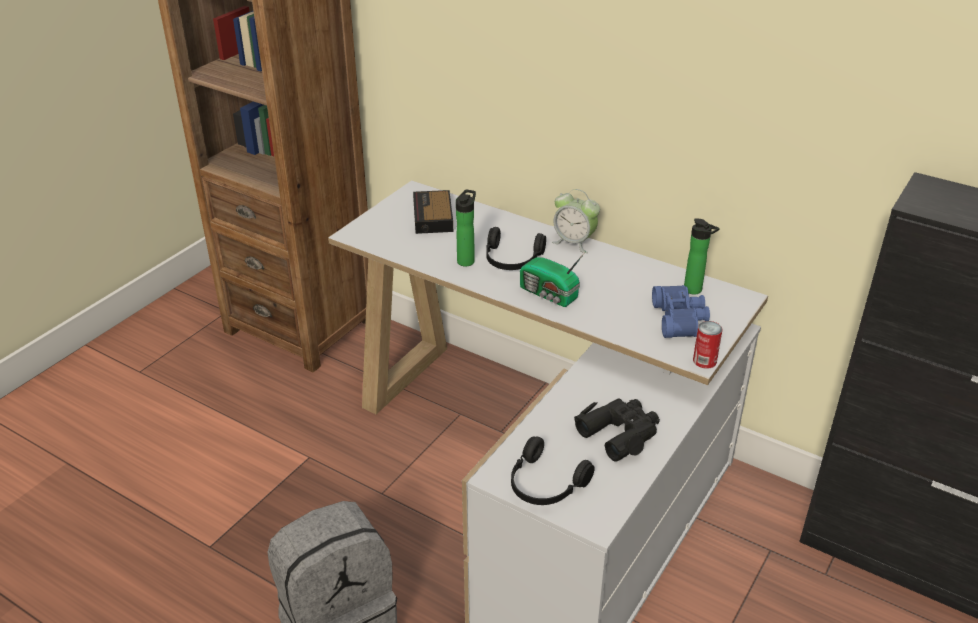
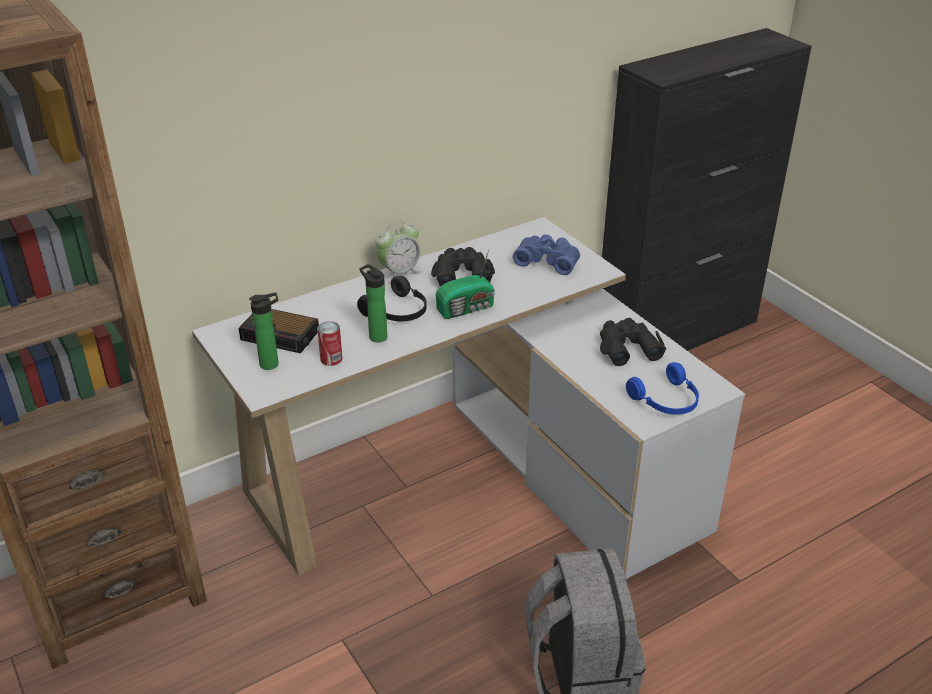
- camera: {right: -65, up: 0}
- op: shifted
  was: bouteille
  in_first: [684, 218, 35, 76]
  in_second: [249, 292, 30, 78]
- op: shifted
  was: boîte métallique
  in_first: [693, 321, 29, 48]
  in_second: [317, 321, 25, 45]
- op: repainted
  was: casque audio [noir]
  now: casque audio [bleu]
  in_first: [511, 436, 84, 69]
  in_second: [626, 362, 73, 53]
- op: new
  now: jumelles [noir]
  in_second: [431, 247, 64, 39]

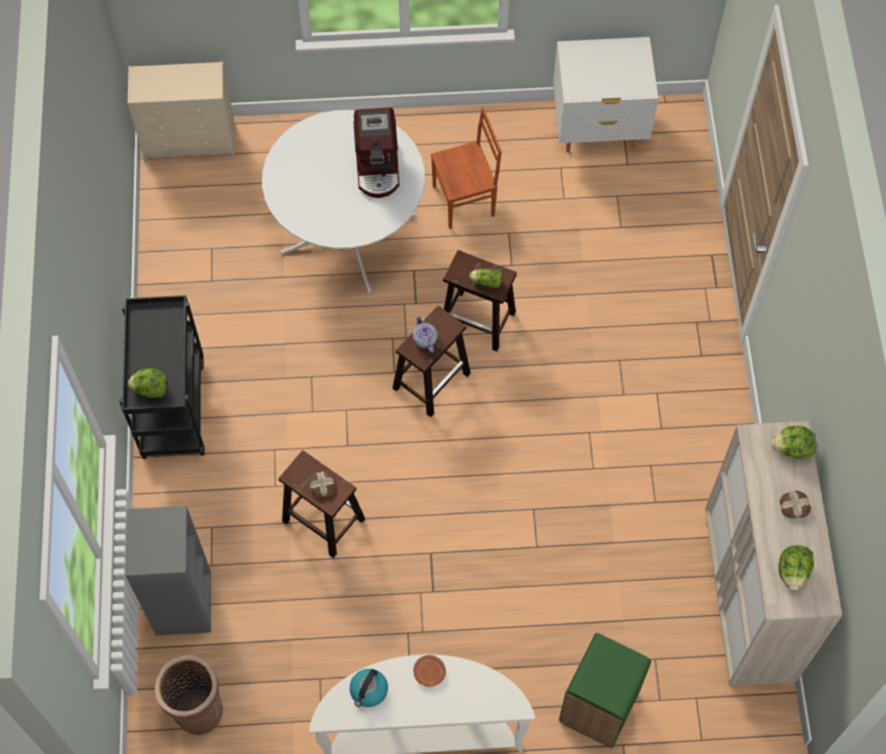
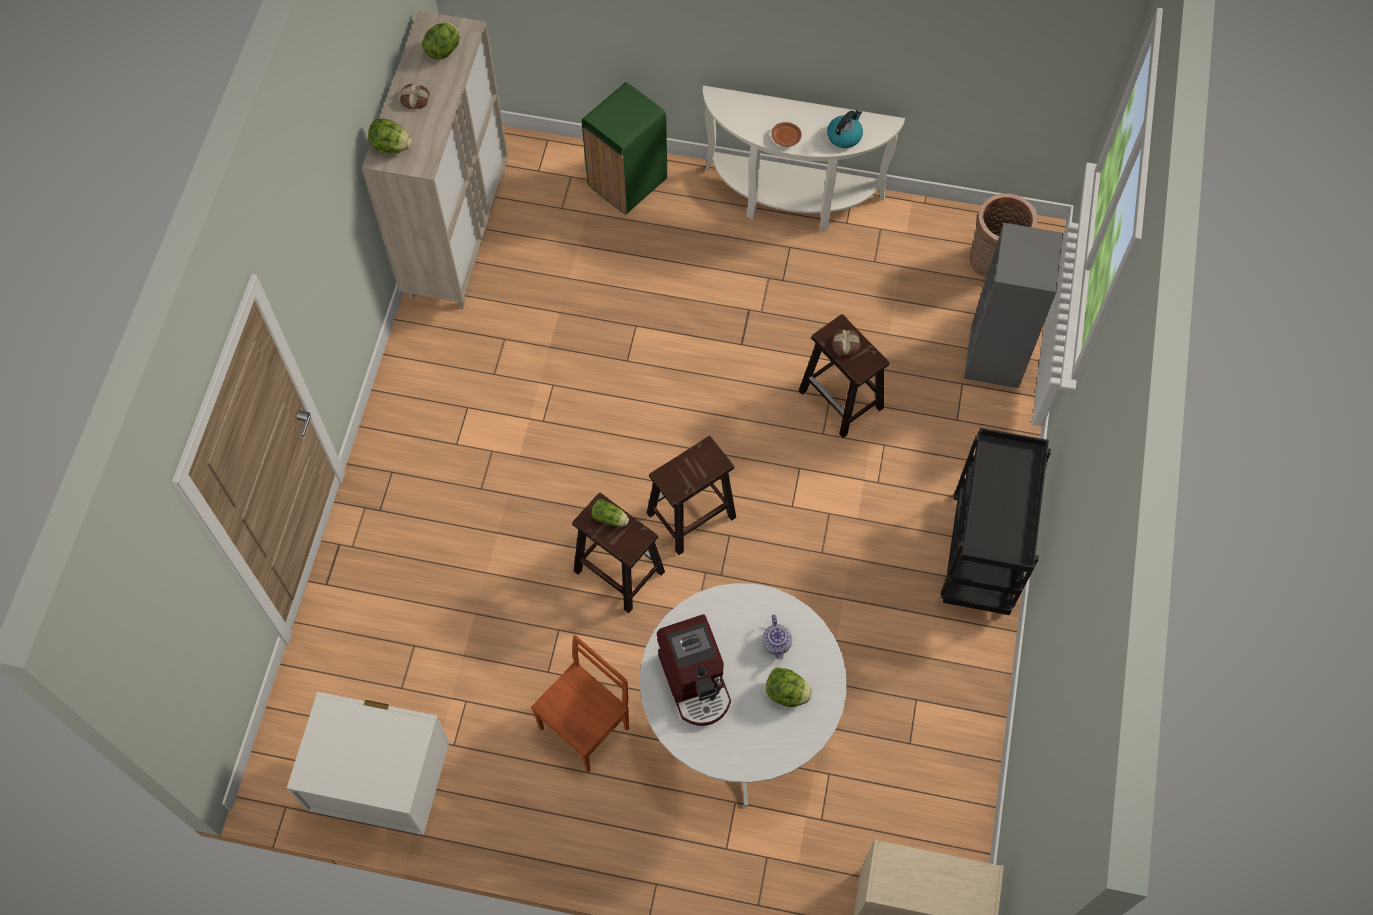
- camera: {right: -165, up: 0}
- op: rotated
  was: machine à café
  in_first: [353, 108, 47, 90]
  in_second: [657, 614, 74, 112]
  clockwise: 150
- op: rotated
  was: chaise [marron]
  in_first: [431, 108, 71, 121]
  in_second: [531, 635, 98, 137]
  clockwise: 135
- op: shifted
  was: théière
  in_first: [413, 315, 25, 38]
  in_second: [762, 615, 30, 45]
- op: shifted
  was: laitue
  in_first: [128, 368, 40, 30]
  in_second: [766, 668, 46, 39]

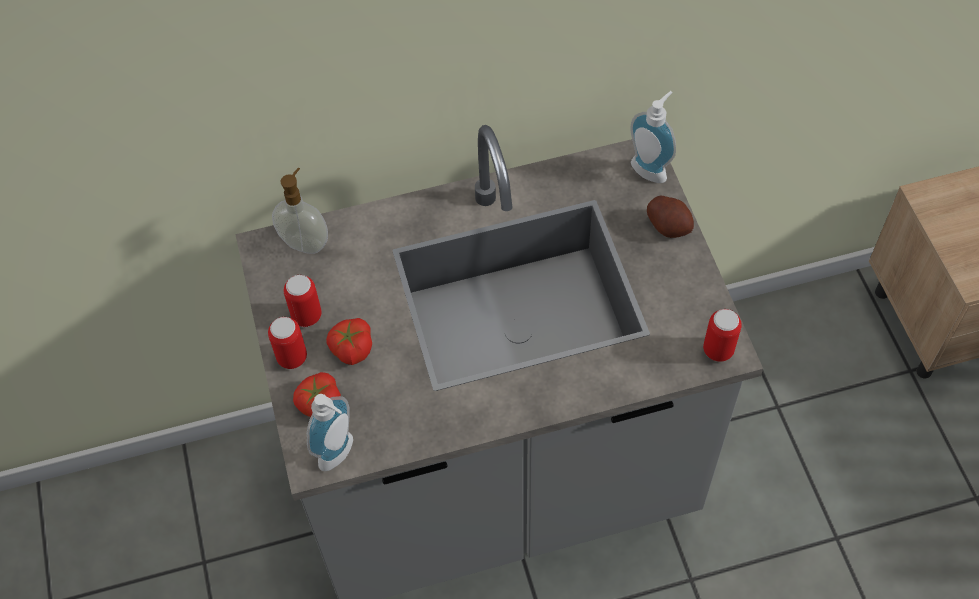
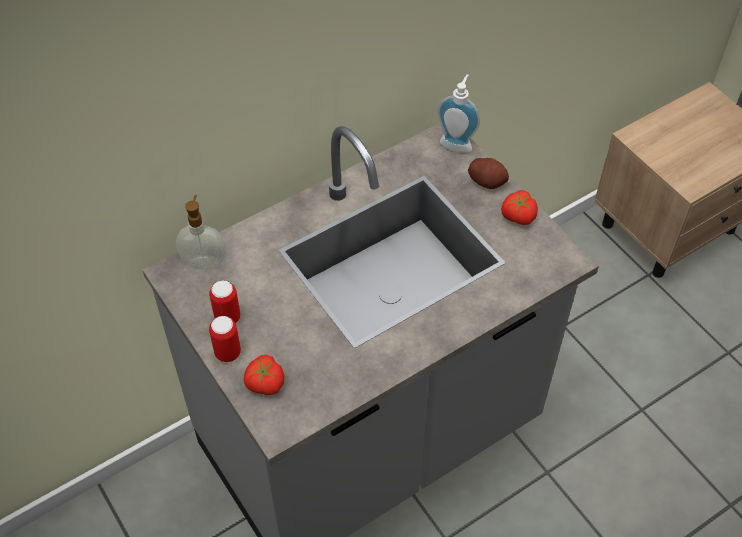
- camera: {right: -20, up: -5}
- op: gone
  was: boîte métallique
  in_first: [703, 309, 39, 53]
- op: shifted
  was: tomate
  in_first: [326, 318, 46, 47]
  in_second: [501, 190, 37, 35]
- op: gone
  was: distributeur de savon
  in_first: [307, 394, 46, 77]

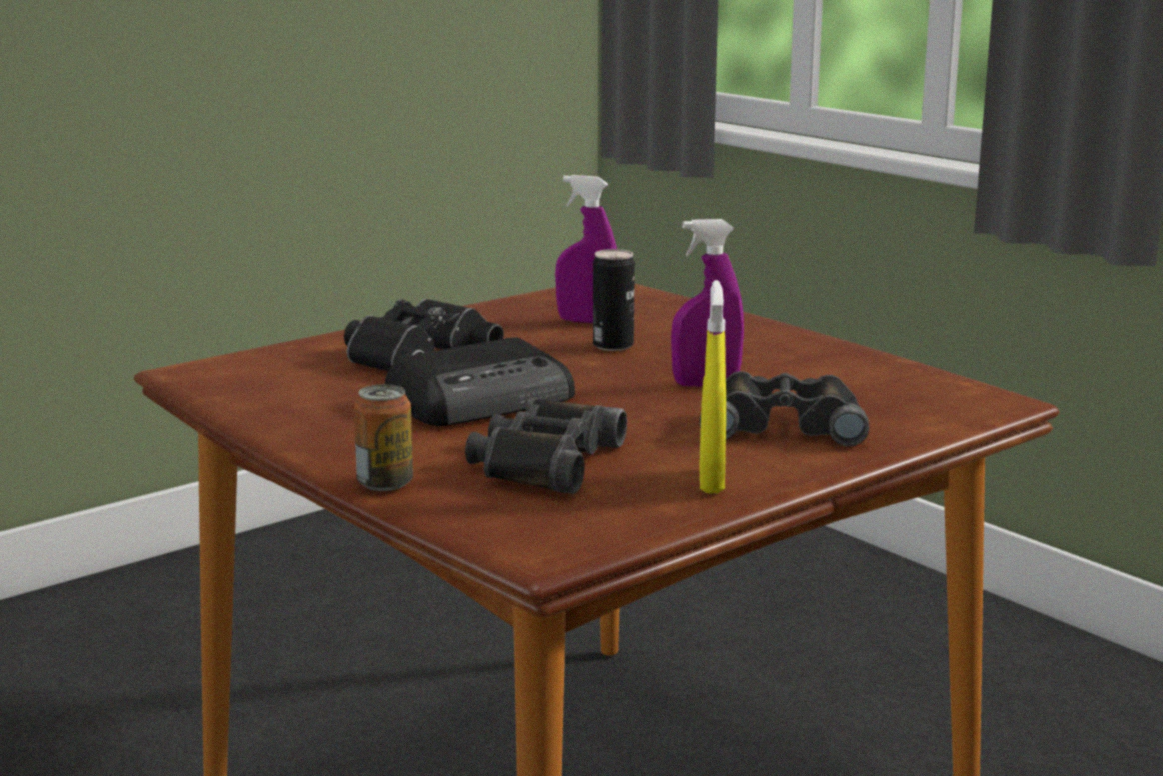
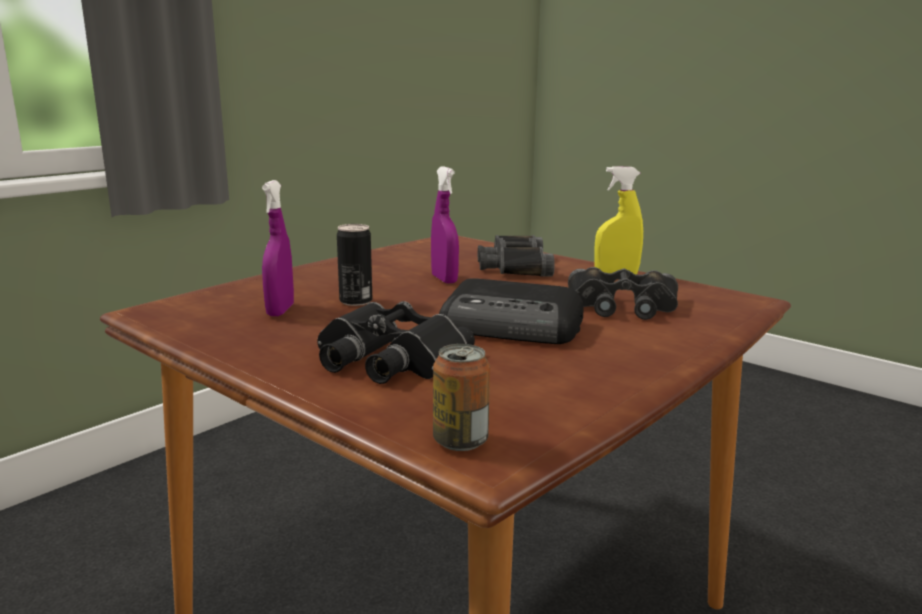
- camera: {right: -100, up: 0}
- op: rotated
  was: radio
  in_first: [385, 337, 190, 89]
  in_second: [439, 278, 144, 66]
  clockwise: 150
- op: shifted
  was: boîte métallique
  in_first: [354, 384, 59, 107]
  in_second: [433, 344, 57, 107]

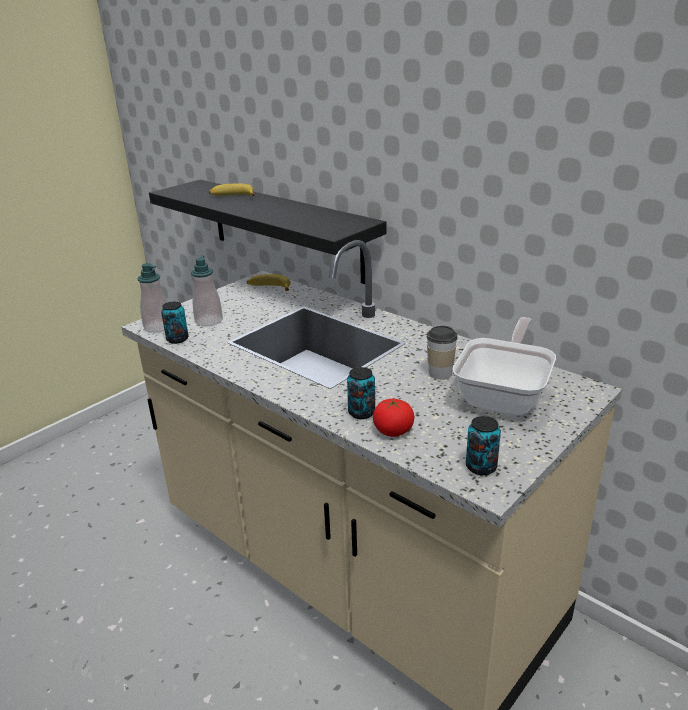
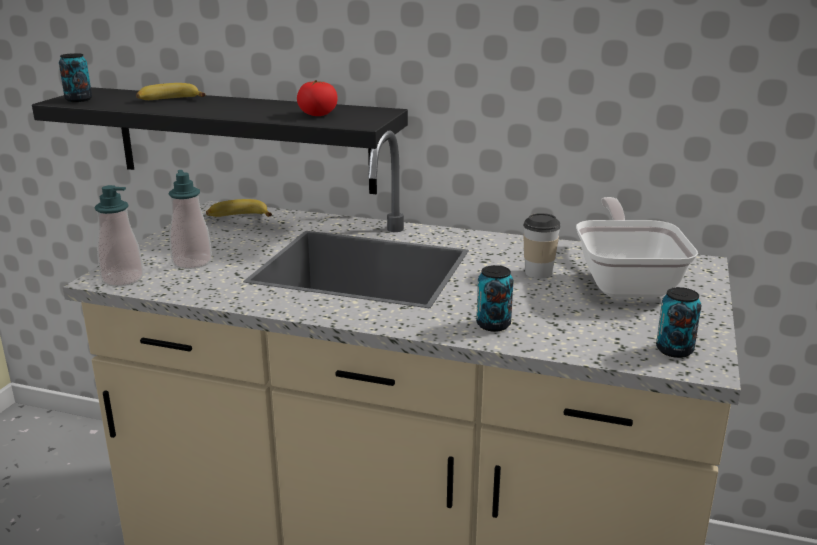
- camera: {right: -25, up: -5}
- op: shifted
  was: boîte métallique
  in_first: [161, 301, 28, 43]
  in_second: [59, 53, 33, 49]
- op: shifted
  was: tomate
  in_first: [373, 398, 41, 39]
  in_second: [297, 80, 41, 36]

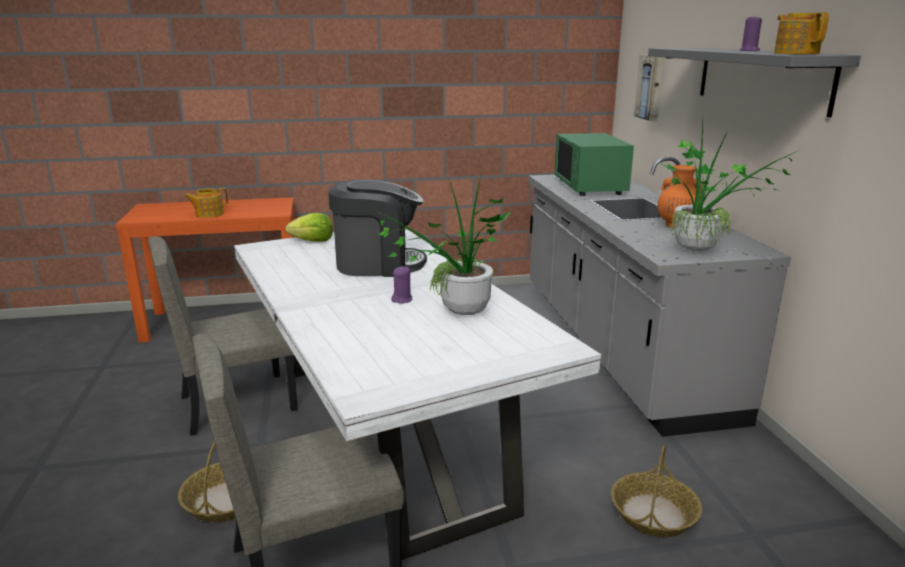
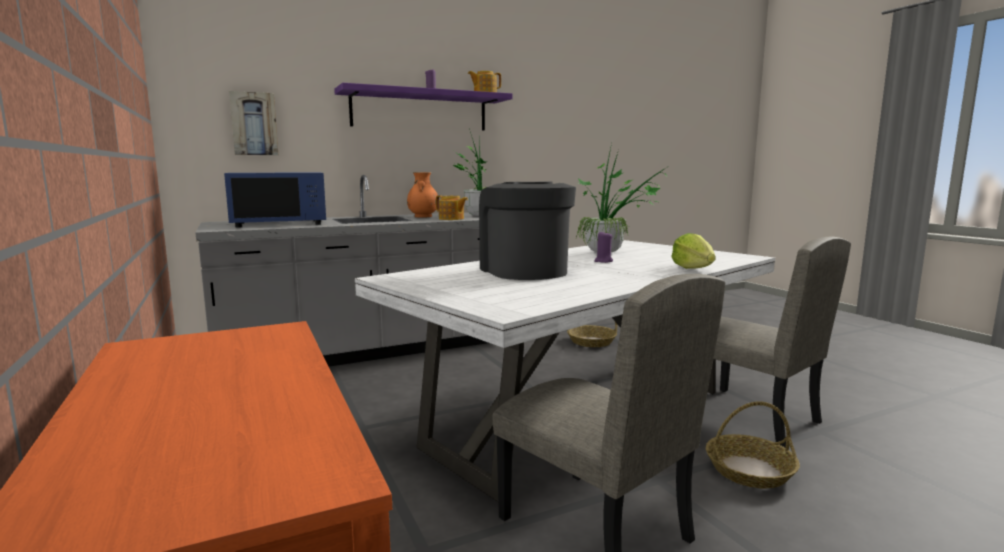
- camera: {right: -105, up: -10}
- op: repainted
  was: étagère [gris]
  now: étagère [violet]
  in_first: [648, 48, 213, 69]
  in_second: [334, 83, 179, 48]
- op: repainted
  was: micro-ondes [vert]
  now: micro-ondes [bleu]
  in_first: [554, 133, 80, 63]
  in_second: [224, 173, 102, 55]
- op: shifted
  was: théière
  in_first: [184, 188, 45, 30]
  in_second: [436, 195, 32, 25]
- op: shifted
  was: laitue
  in_first: [286, 213, 47, 29]
  in_second: [671, 233, 45, 36]

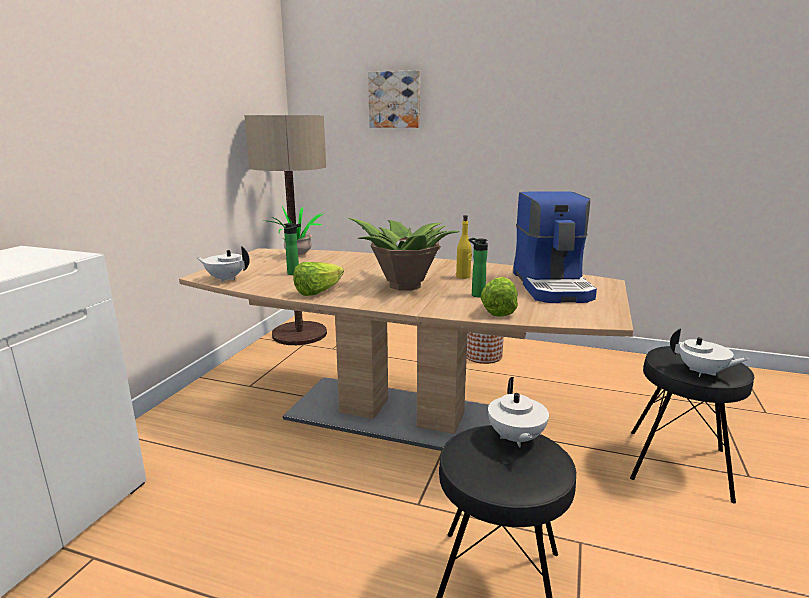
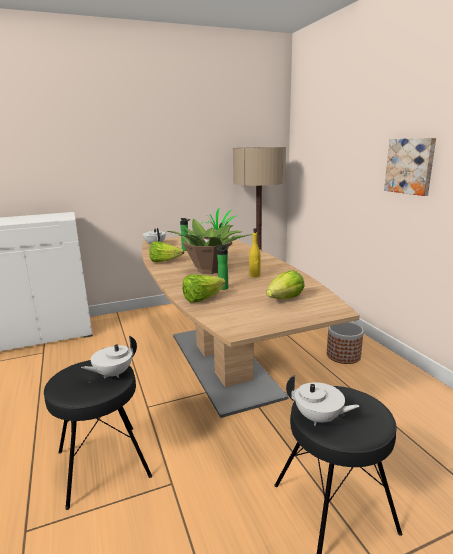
- camera: {right: 50, up: 0}
- op: shifted
  was: tableau
  in_first: [368, 70, 52, 58]
  in_second: [384, 138, 52, 58]
- op: swapped
  was: machine à café
  now: laitue
  in_first: [513, 191, 84, 112]
  in_second: [266, 270, 39, 29]
- op: rotated
  was: théière [blanc]
  in_first: [670, 329, 79, 48]
  in_second: [286, 375, 74, 51]
  clockwise: -60

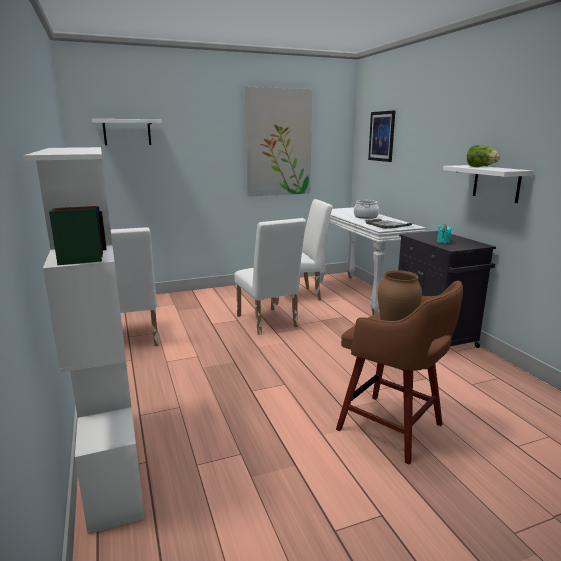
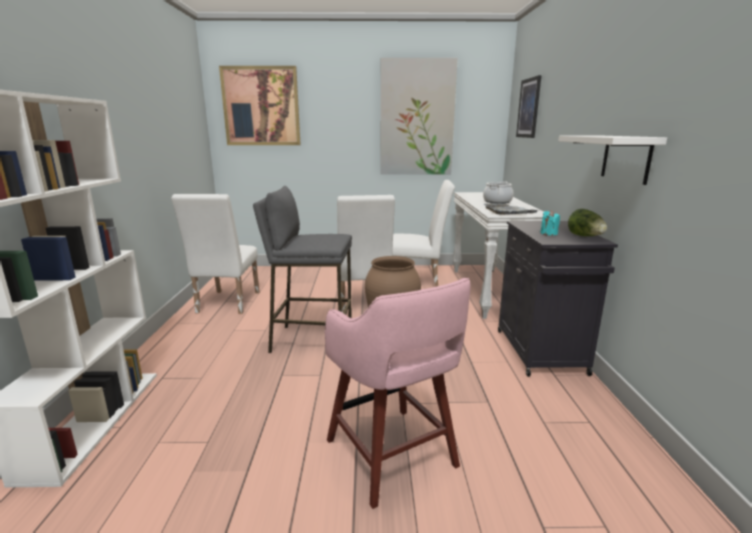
- camera: {right: 20, up: 0}
- op: swapped
  was: étagère [blanc]
  now: tableau
  in_first: [92, 119, 70, 26]
  in_second: [219, 66, 82, 79]
- op: shifted
  was: laitue
  in_first: [467, 145, 33, 22]
  in_second: [568, 209, 39, 27]
- op: repainted
  was: tabouret [marron]
  now: tabouret [rose]
  in_first: [336, 281, 127, 183]
  in_second: [325, 278, 146, 231]
- op: new
  now: tabouret [gris]
  in_second: [253, 186, 99, 167]

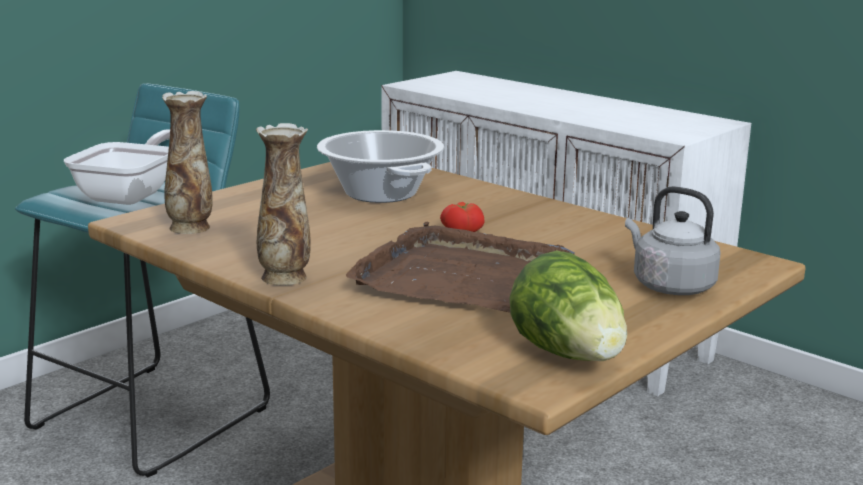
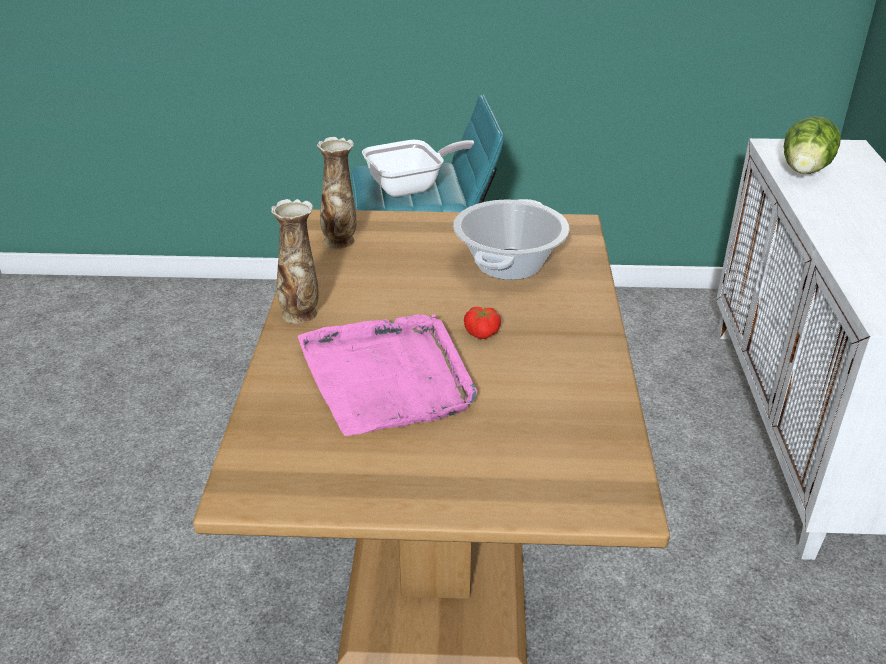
- camera: {right: 50, up: 15}
- op: gone
  was: bouilloire [gris]
  in_first: [625, 186, 95, 109]
- op: repainted
  was: plateau [marron]
  now: plateau [rose]
  in_first: [346, 221, 229, 91]
  in_second: [298, 314, 179, 122]
- op: shifted
  was: laitue
  in_first: [509, 251, 118, 110]
  in_second: [784, 116, 57, 58]

